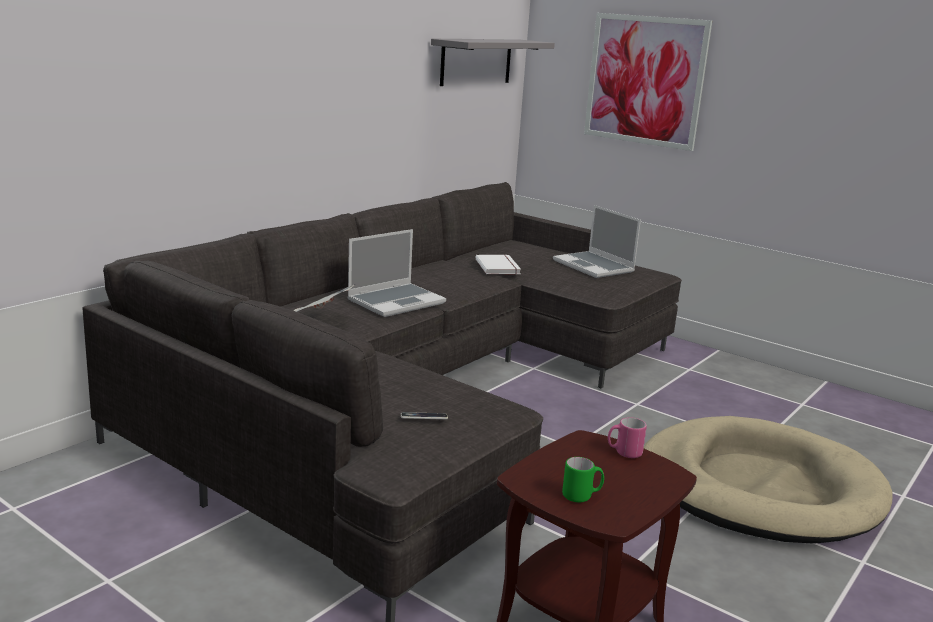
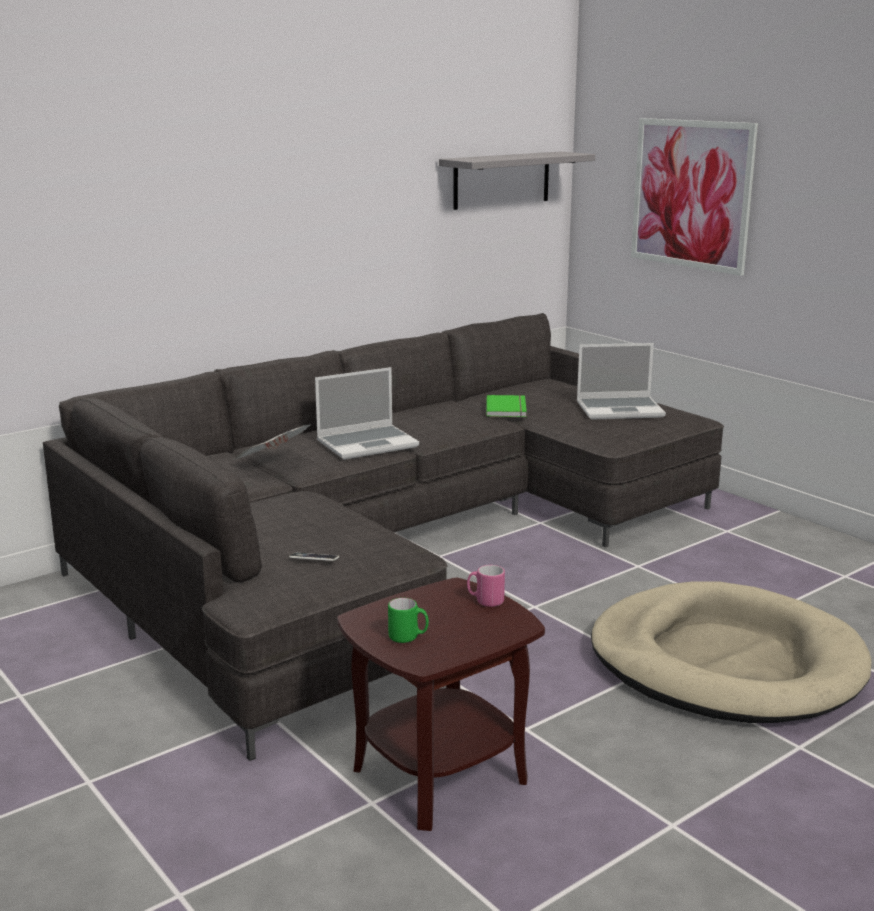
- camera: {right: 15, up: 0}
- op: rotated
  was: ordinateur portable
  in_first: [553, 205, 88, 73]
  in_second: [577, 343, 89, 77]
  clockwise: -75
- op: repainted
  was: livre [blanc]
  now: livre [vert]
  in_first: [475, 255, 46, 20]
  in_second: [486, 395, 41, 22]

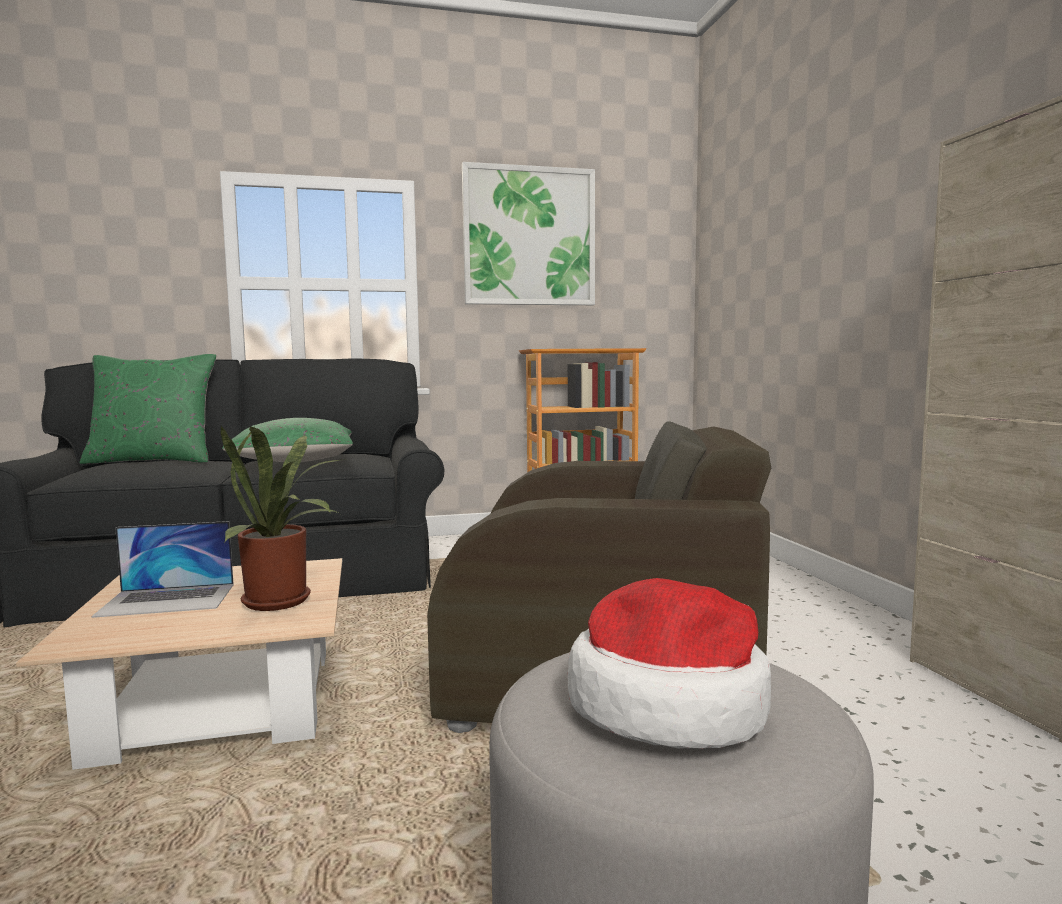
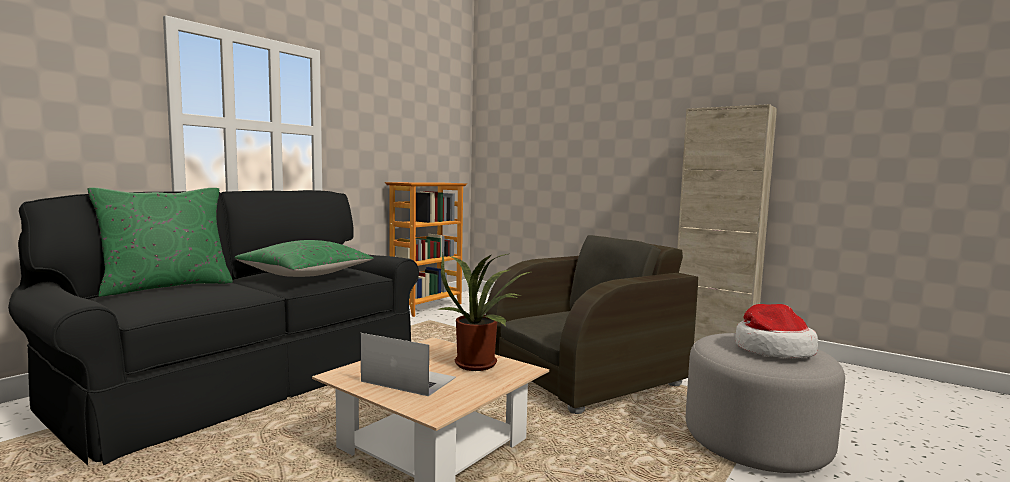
- camera: {right: -40, up: 0}
- op: gone
  was: tableau
  in_first: [462, 162, 133, 143]
- op: rotated
  was: ordinateur portable
  in_first: [91, 521, 143, 97]
  in_second: [361, 333, 95, 63]
  clockwise: -105

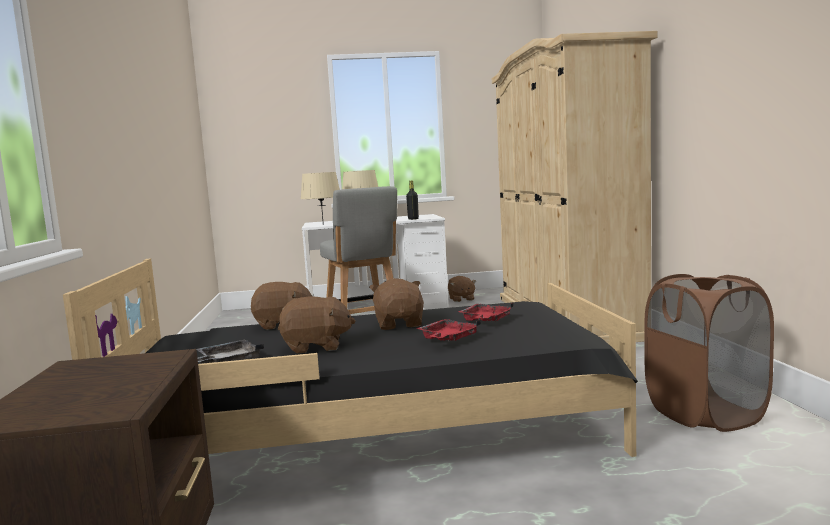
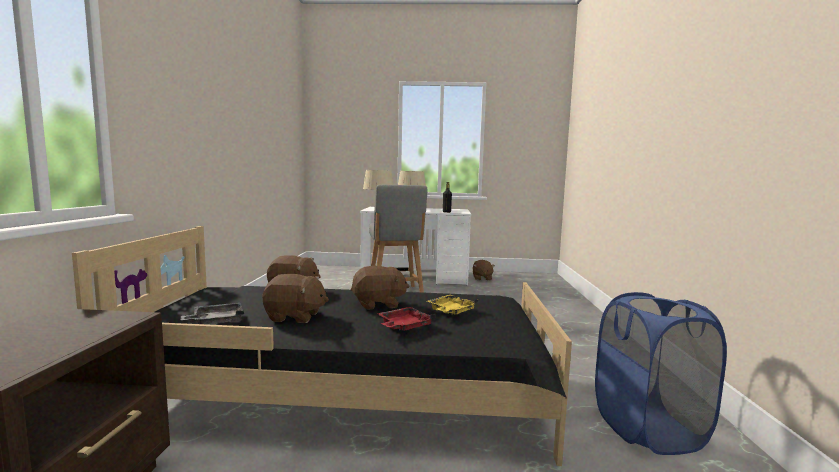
- camera: {right: 10, up: 0}
- op: gone
  was: armoire [beige]
  in_first: [492, 31, 165, 313]
- op: repainted
  was: panier à linge [marron]
  now: panier à linge [bleu]
  in_first: [644, 274, 130, 158]
  in_second: [595, 292, 132, 163]
- op: rotated
  was: peluche [marron]
  in_first: [369, 278, 55, 52]
  in_second: [351, 266, 58, 44]
  clockwise: 75
- op: repainted
  was: plateau [rouge]
  now: plateau [jaune]
  in_first: [459, 303, 55, 19]
  in_second: [427, 295, 51, 20]

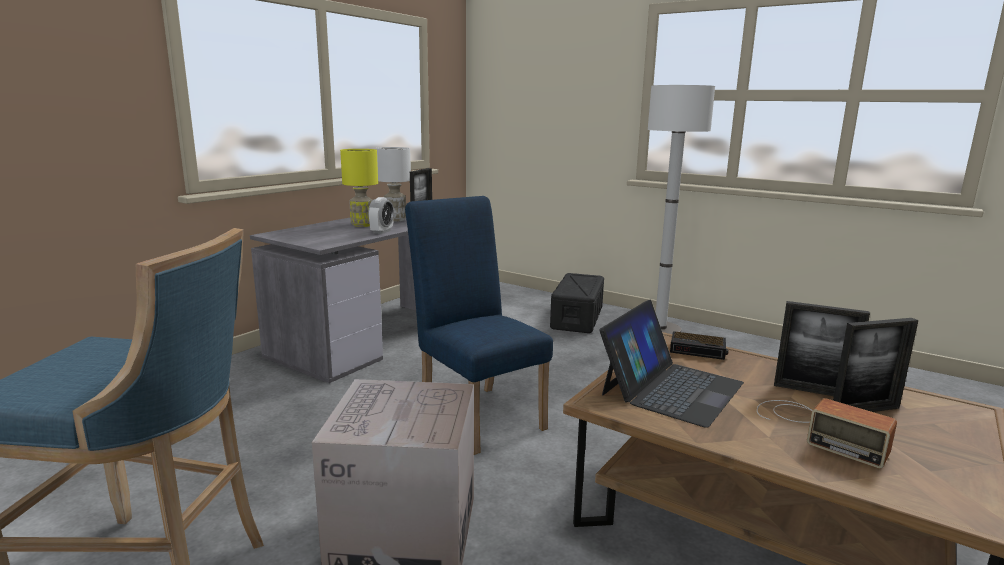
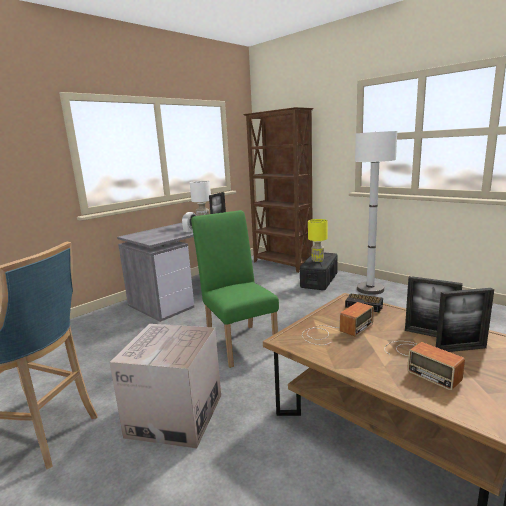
- camera: {right: 10, up: 0}
- op: shifted
  was: lampe de table [jaune]
  in_first: [340, 149, 38, 78]
  in_second: [308, 219, 19, 43]
- op: repainted
  was: chaise [bleu]
  now: chaise [vert]
  in_first: [405, 196, 148, 259]
  in_second: [191, 210, 88, 158]
- op: swapped
  was: ordinateur portable
  now: radio
  in_first: [599, 300, 145, 128]
  in_second: [302, 302, 72, 43]
- op: new
  now: bibliothèque [marron]
  in_second: [243, 107, 71, 166]

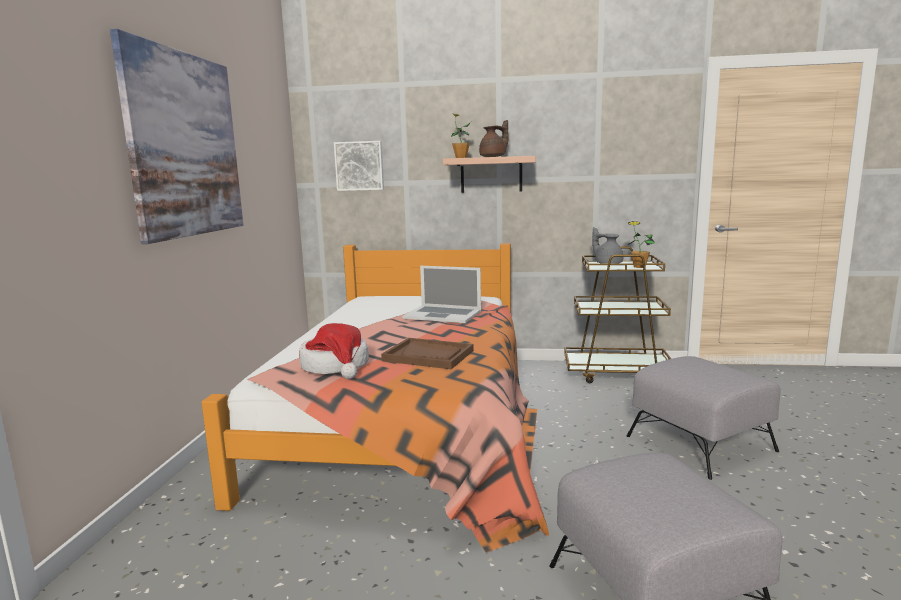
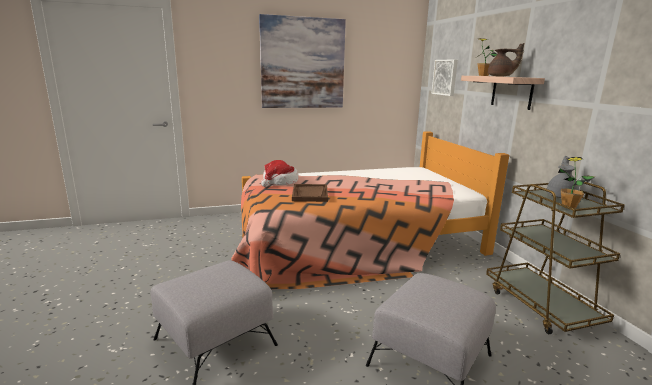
- camera: {right: 65, up: 5}
- op: gone
  was: ordinateur portable
  in_first: [402, 266, 79, 57]

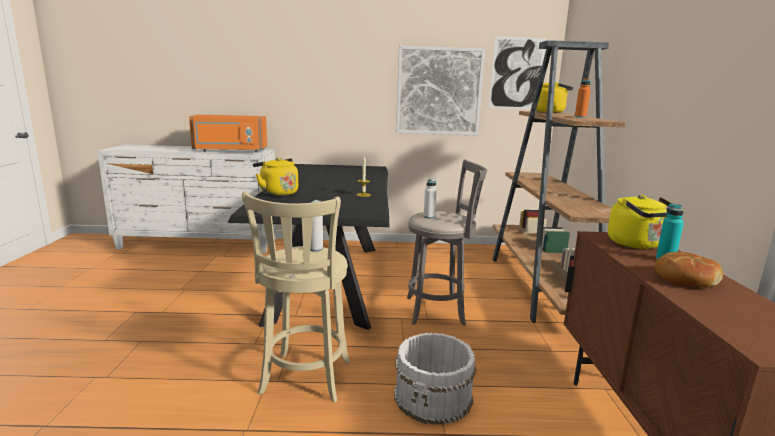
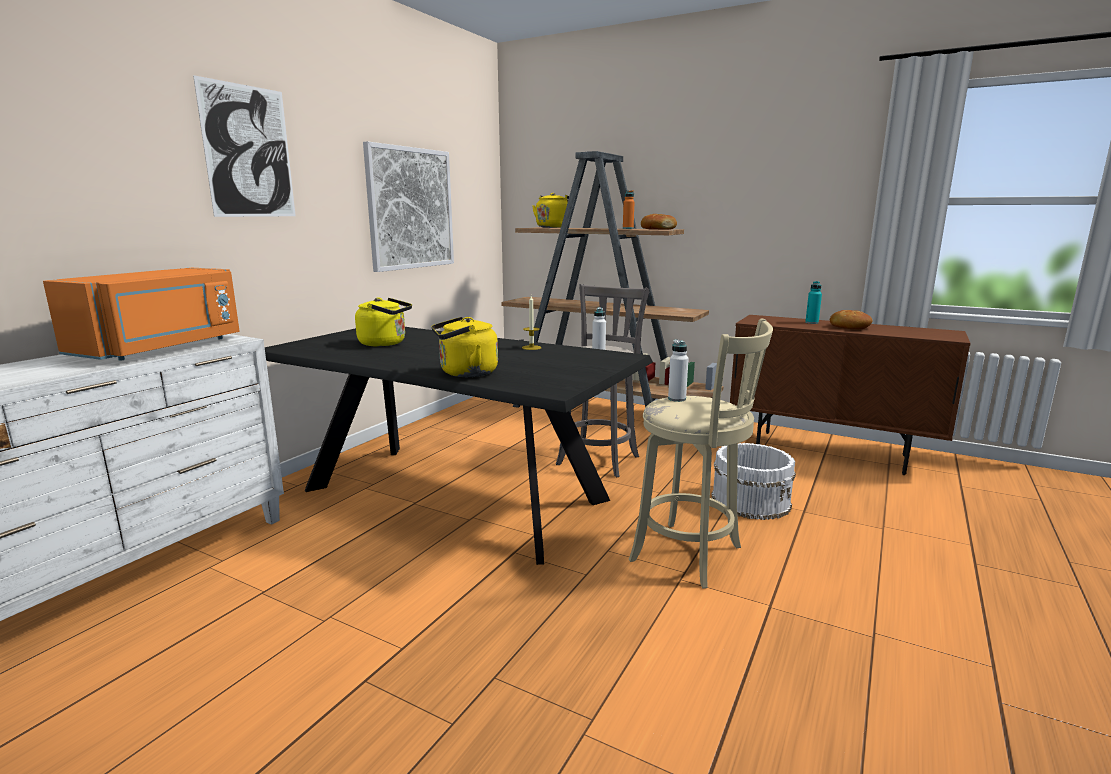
- camera: {right: -60, up: 0}
- op: shifted
  was: tableau
  in_first: [489, 36, 58, 73]
  in_second: [193, 75, 103, 142]
- op: shifted
  was: bouilloire [jaune]
  in_first: [608, 195, 76, 54]
  in_second: [355, 298, 57, 48]
- op: new
  now: pain
  in_second: [641, 214, 36, 15]

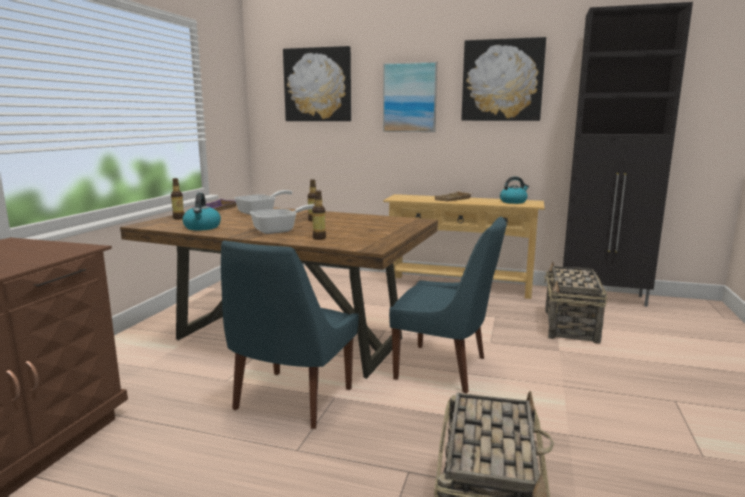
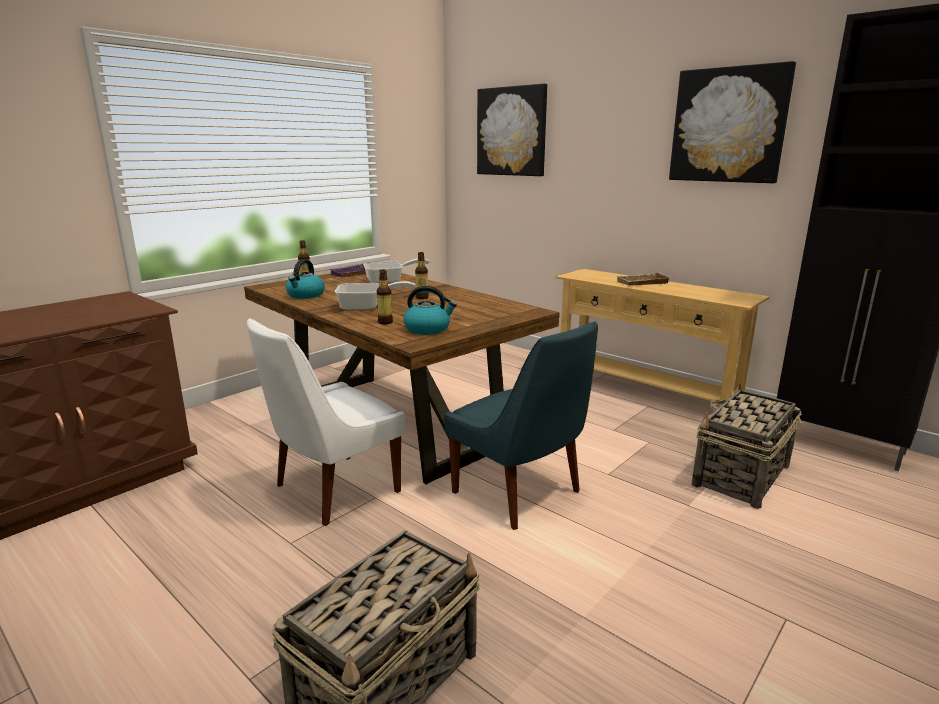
- camera: {right: 25, up: 5}
- op: gone
  was: tableau
  in_first: [383, 62, 54, 70]
- op: shifted
  was: bouilloire
  in_first: [500, 176, 29, 28]
  in_second: [403, 286, 54, 49]
- op: repainted
  was: chaise [bleu]
  now: chaise [blanc]
  in_first: [221, 240, 138, 189]
  in_second: [247, 318, 158, 208]

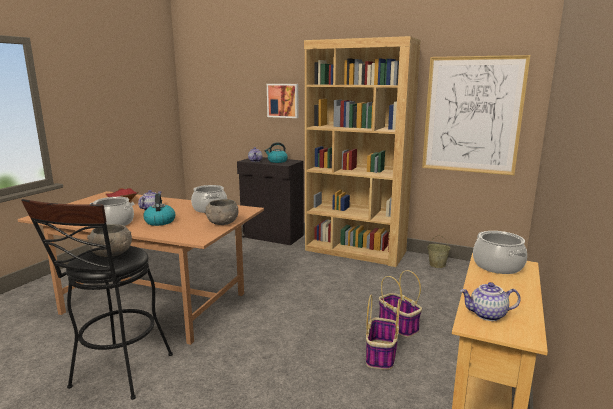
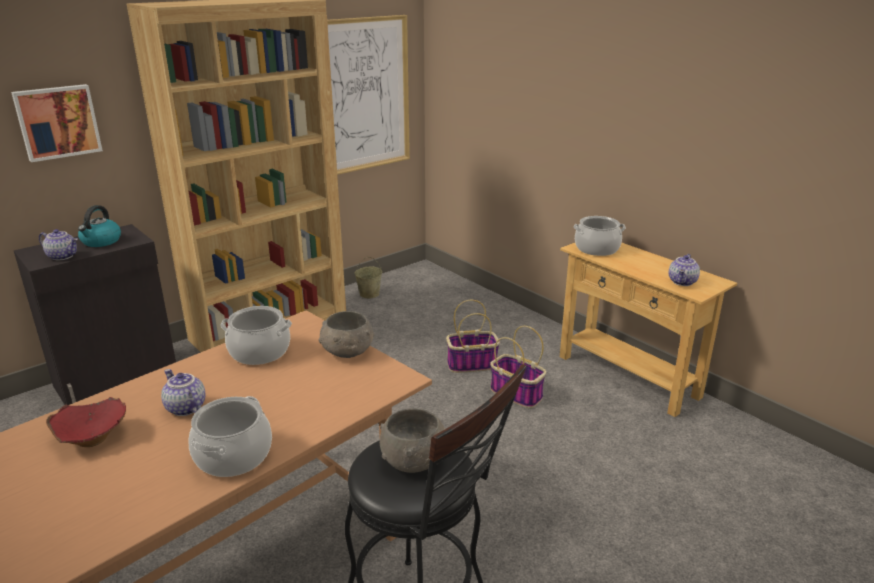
- camera: {right: -65, up: 10}
- op: gone
  was: bouilloire
  in_first: [143, 193, 32, 33]

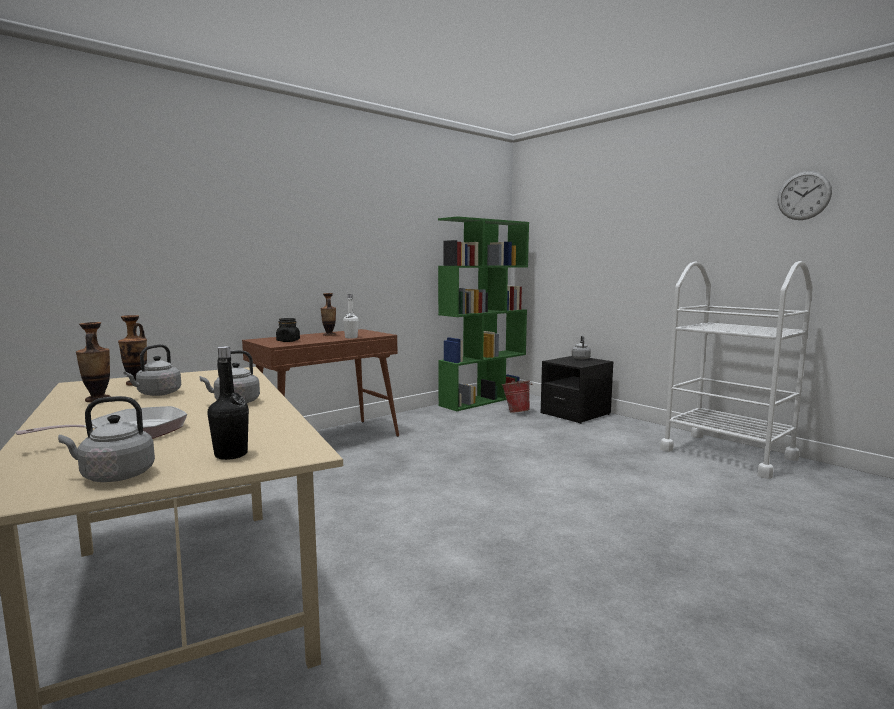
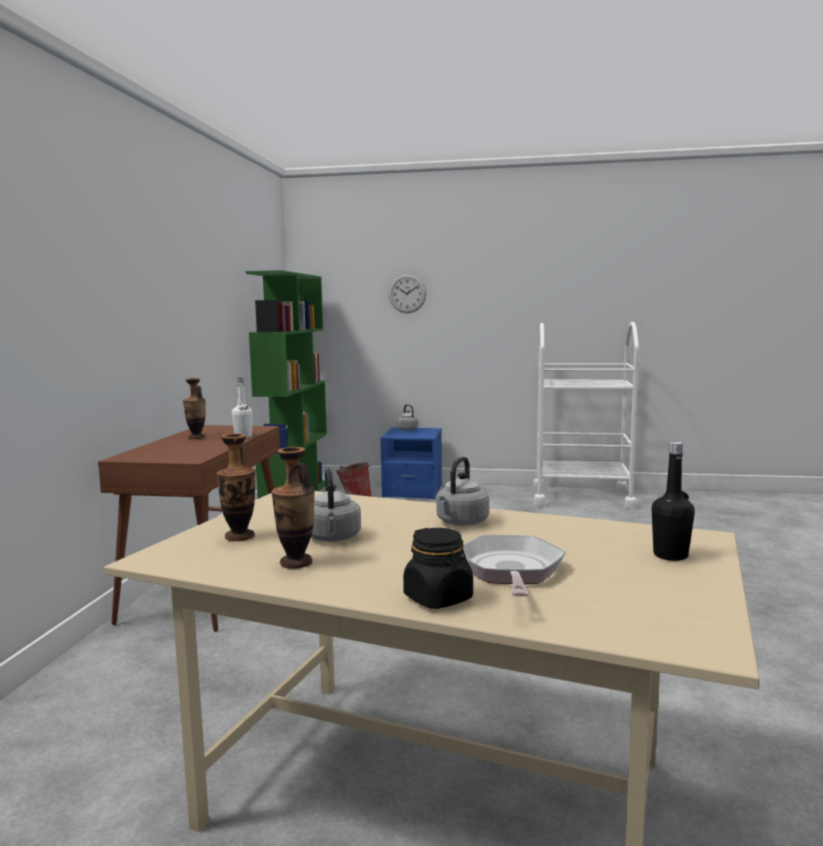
- camera: {right: -40, up: 0}
- op: shifted
  was: horloge murale
  in_first: [777, 171, 55, 49]
  in_second: [388, 274, 39, 39]
- op: shifted
  was: bocal [noir]
  in_first: [276, 318, 24, 24]
  in_second: [403, 528, 70, 81]
- op: repainted
  was: table de chevet [noir]
  now: table de chevet [bleu]
  in_first: [541, 356, 73, 68]
  in_second: [380, 428, 62, 71]
- op: gone
  was: bouilloire [gris]
  in_first: [58, 396, 97, 86]

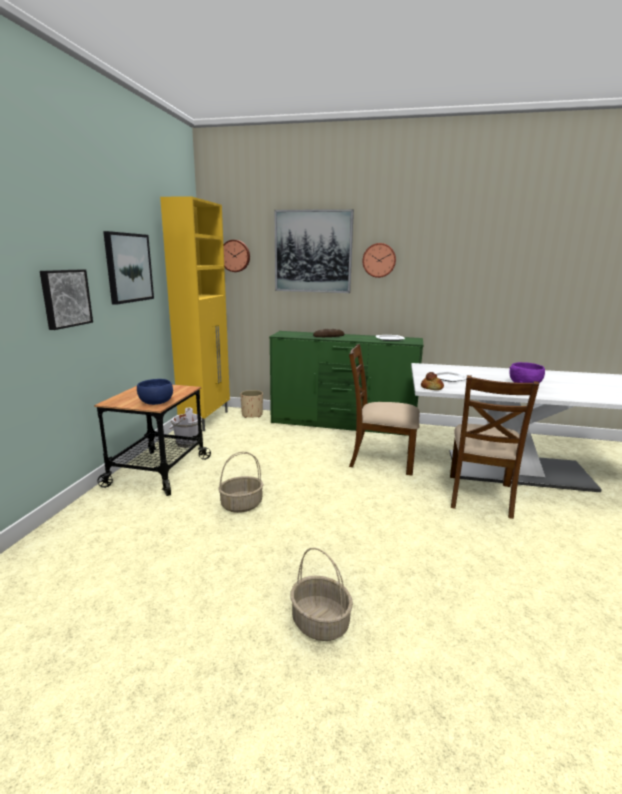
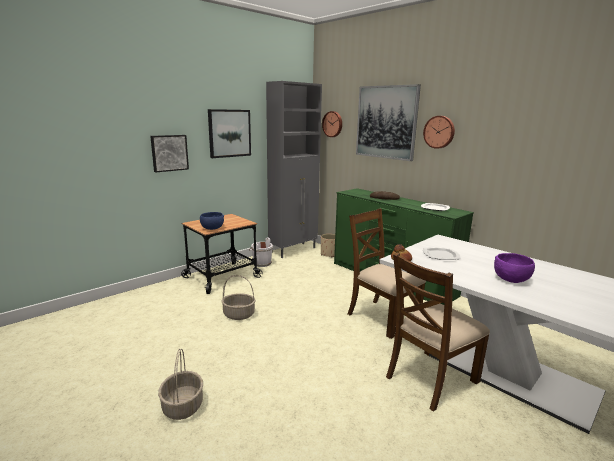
- camera: {right: 35, up: 0}
- op: repainted
  was: meuble de rangement [jaune]
  now: meuble de rangement [gris]
  in_first: [160, 196, 70, 235]
  in_second: [266, 81, 56, 177]

